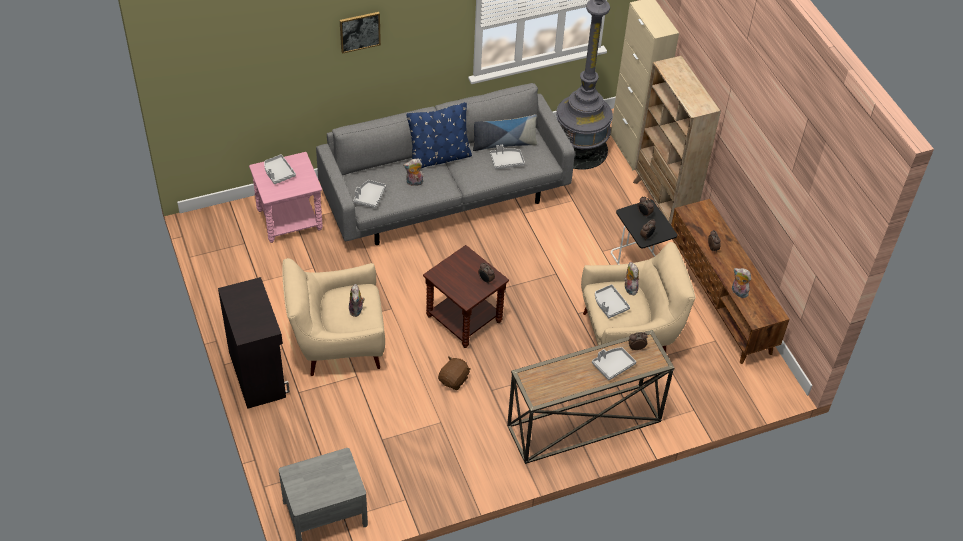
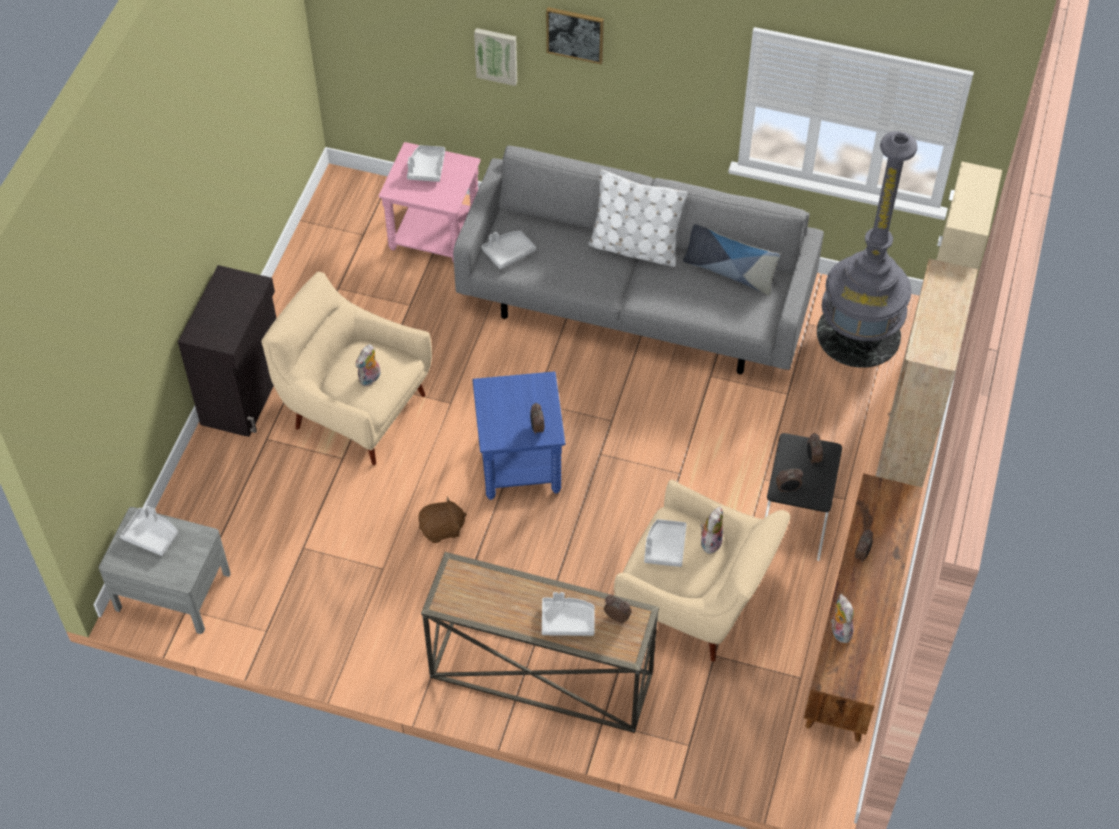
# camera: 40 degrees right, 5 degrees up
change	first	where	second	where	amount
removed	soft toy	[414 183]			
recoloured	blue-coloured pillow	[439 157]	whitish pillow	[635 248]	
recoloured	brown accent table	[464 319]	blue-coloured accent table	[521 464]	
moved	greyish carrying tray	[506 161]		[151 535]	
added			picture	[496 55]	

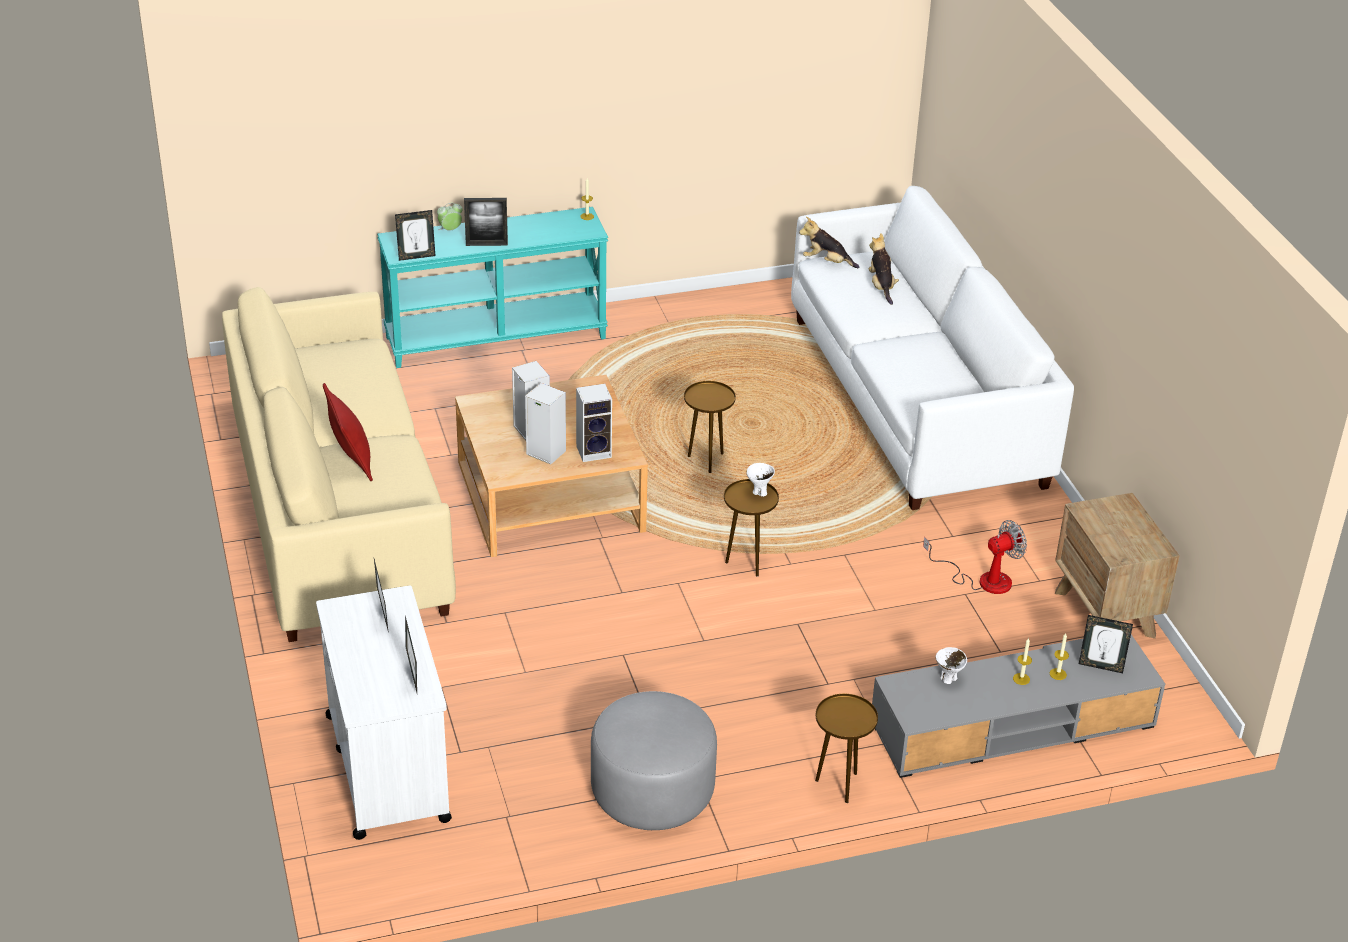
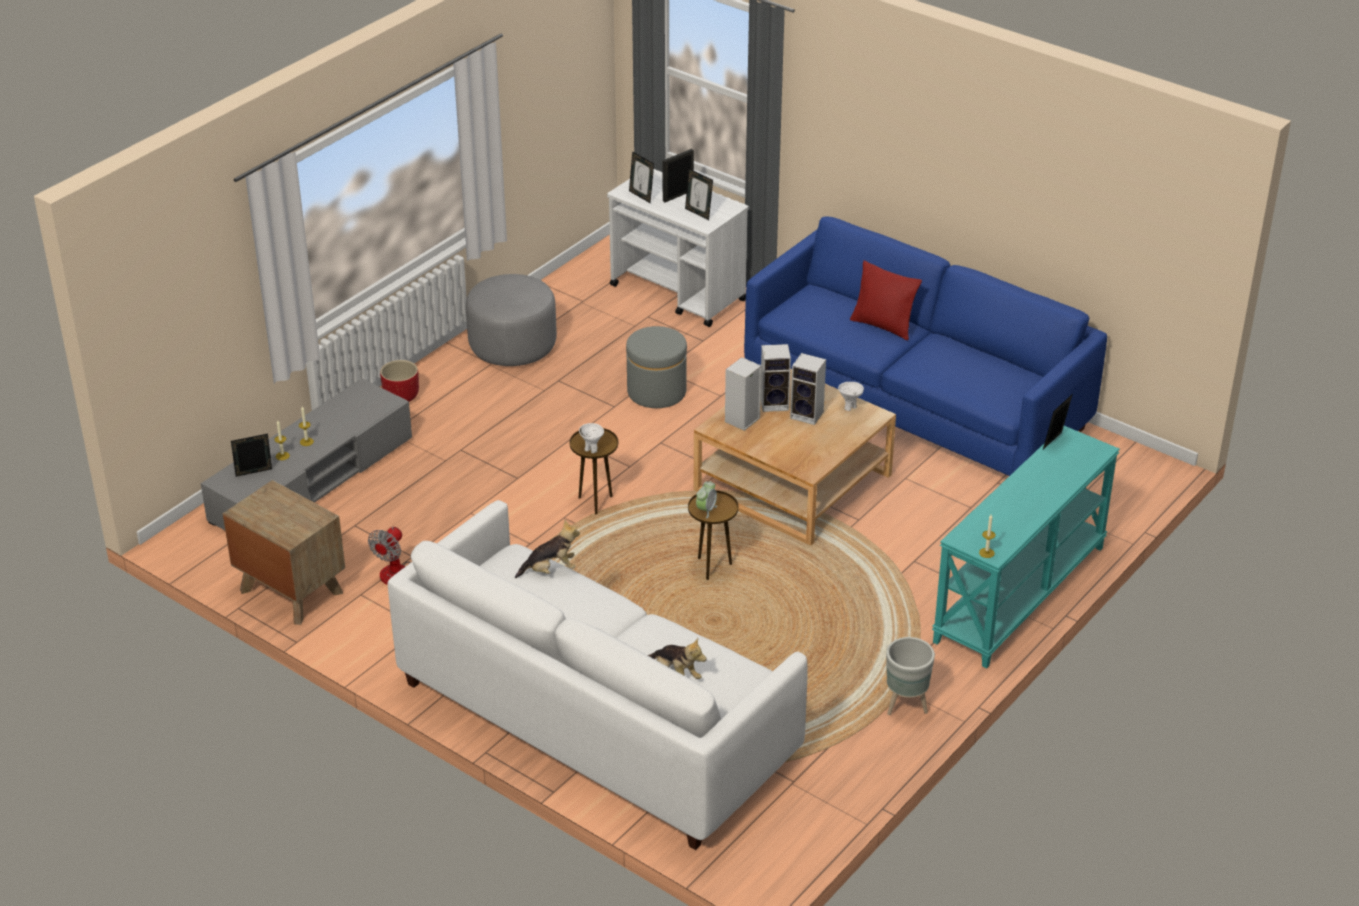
# camera: 145 degrees right, 0 degrees up
change	first	where	second	where	amount
recoloured	beige-coloured settee	[339 513]	blue-coloured settee	[916 403]	
moved	alarm clock	[450 230]		[706 510]	
moved	picture frame	[486 244]		[678 195]	
moved	soft toy	[826 262]		[550 570]	
replaced	brown accent table	[839 785]	reddish planter	[401 397]	
moved	whitish serving bowl	[948 679]		[850 407]	
added			greyish ottoman	[656 392]	
added			greyish planter	[906 706]	

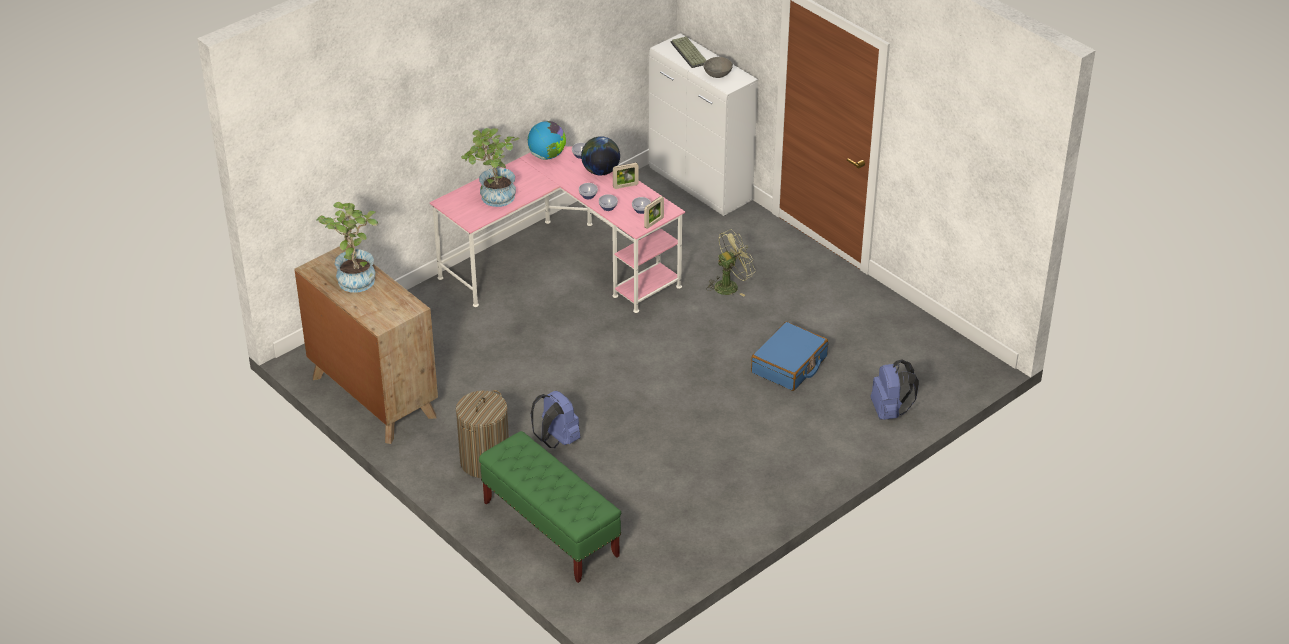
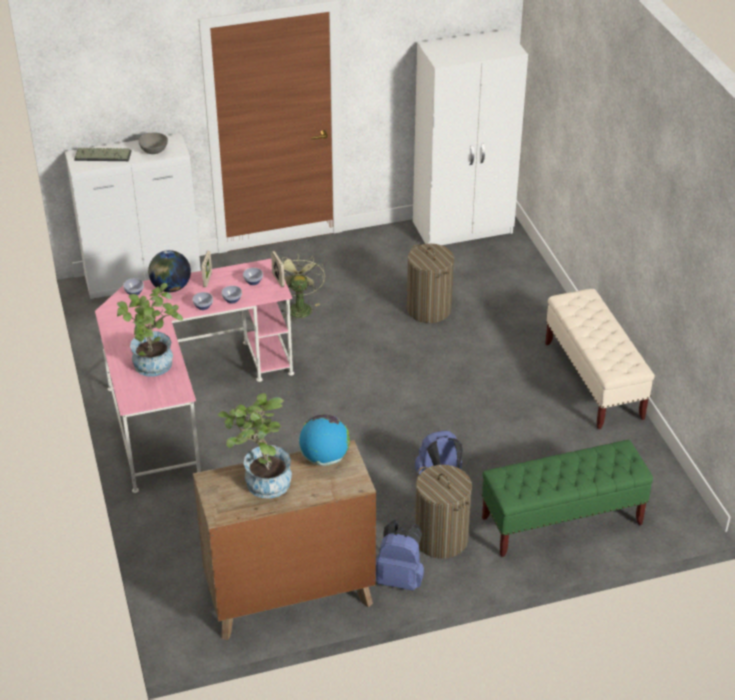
# camera: 65 degrees left, 0 degrees up
change	first	where	second	where	amount
moved	desk globe	[547 156]		[324 458]	
replaced	blue-coloured travel case	[789 365]	laundry basket	[428 309]	
moved	blue-coloured rucksack	[890 411]		[399 578]	
added			whitish clothes cupboard	[464 228]	
added			beige-coloured long seat	[593 381]	

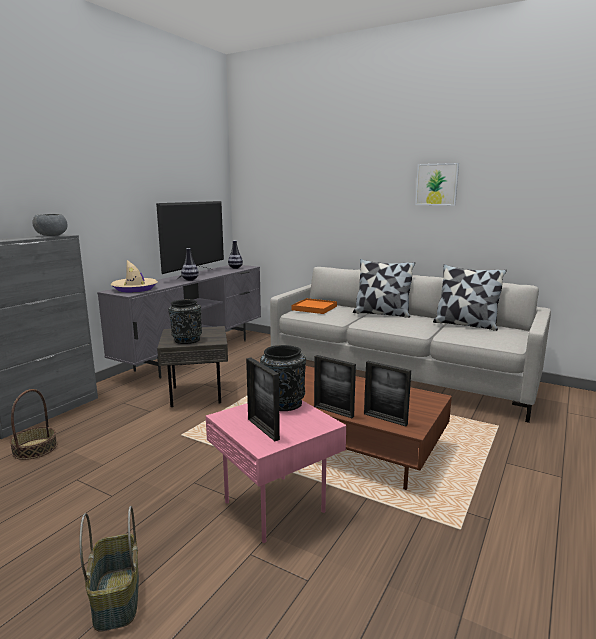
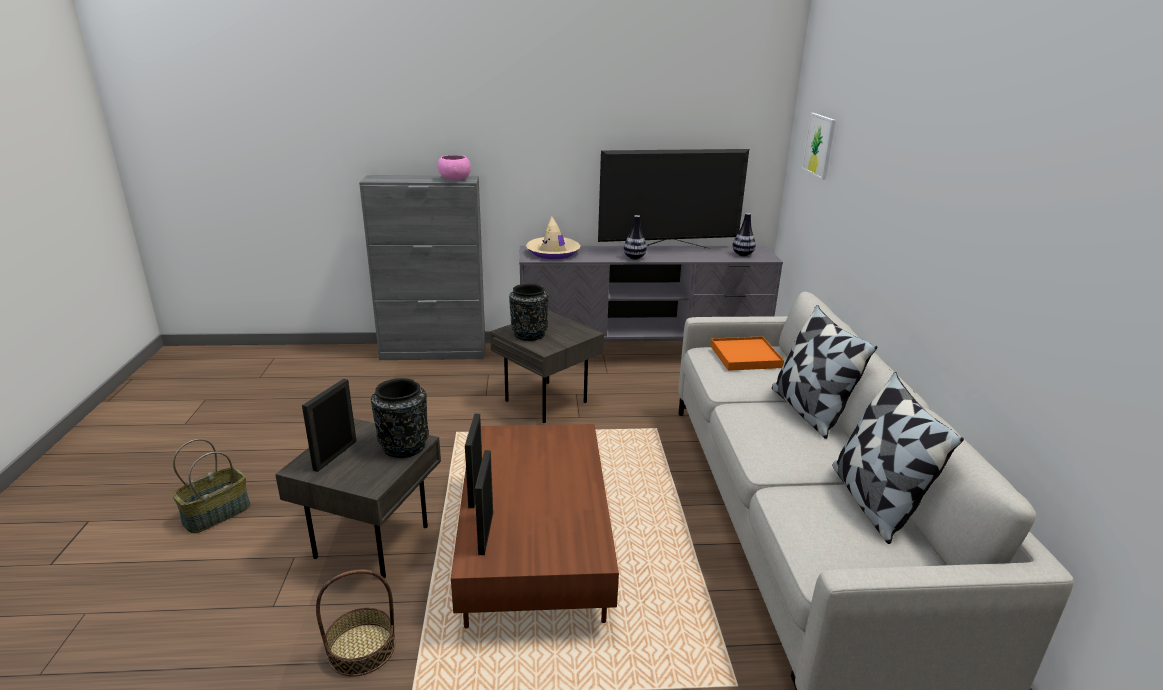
# camera: 55 degrees right, 10 degrees up
change	first	where	second	where	amount
moved	basket	[35 448]		[361 649]	
recoloured	greyish serving bowl	[51 236]	pink-coloured serving bowl	[454 179]	
recoloured	pink-coloured accent table	[277 507]	greyish accent table	[373 544]	
moved	picture	[436 184]		[819 145]	

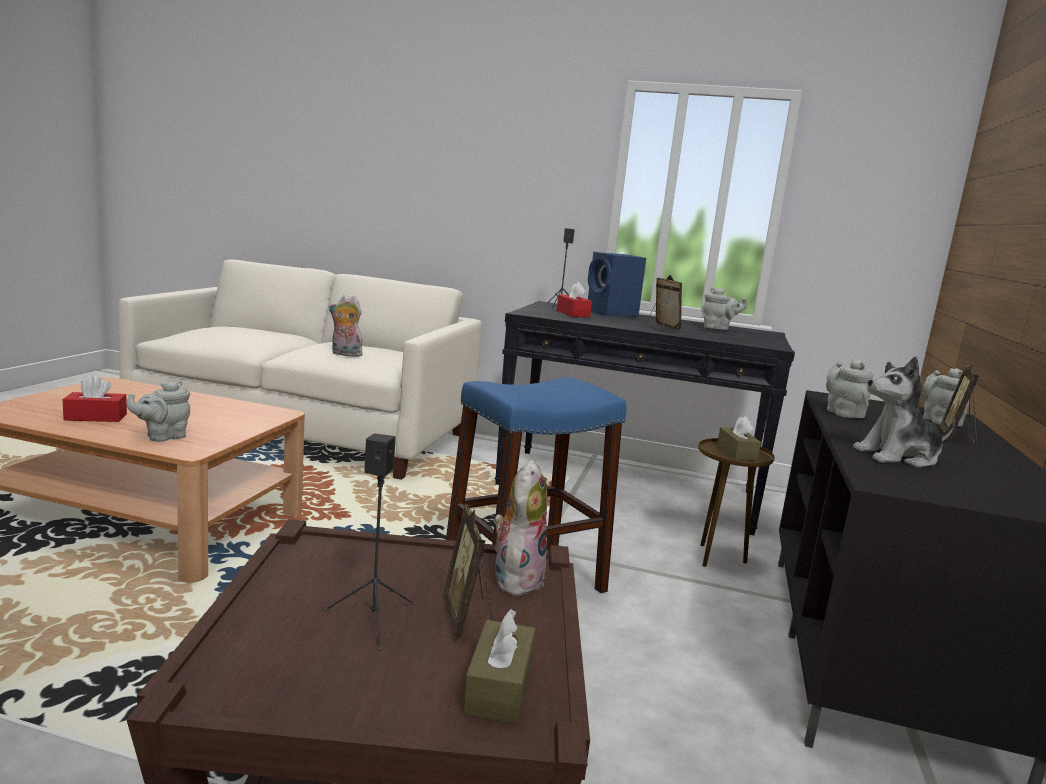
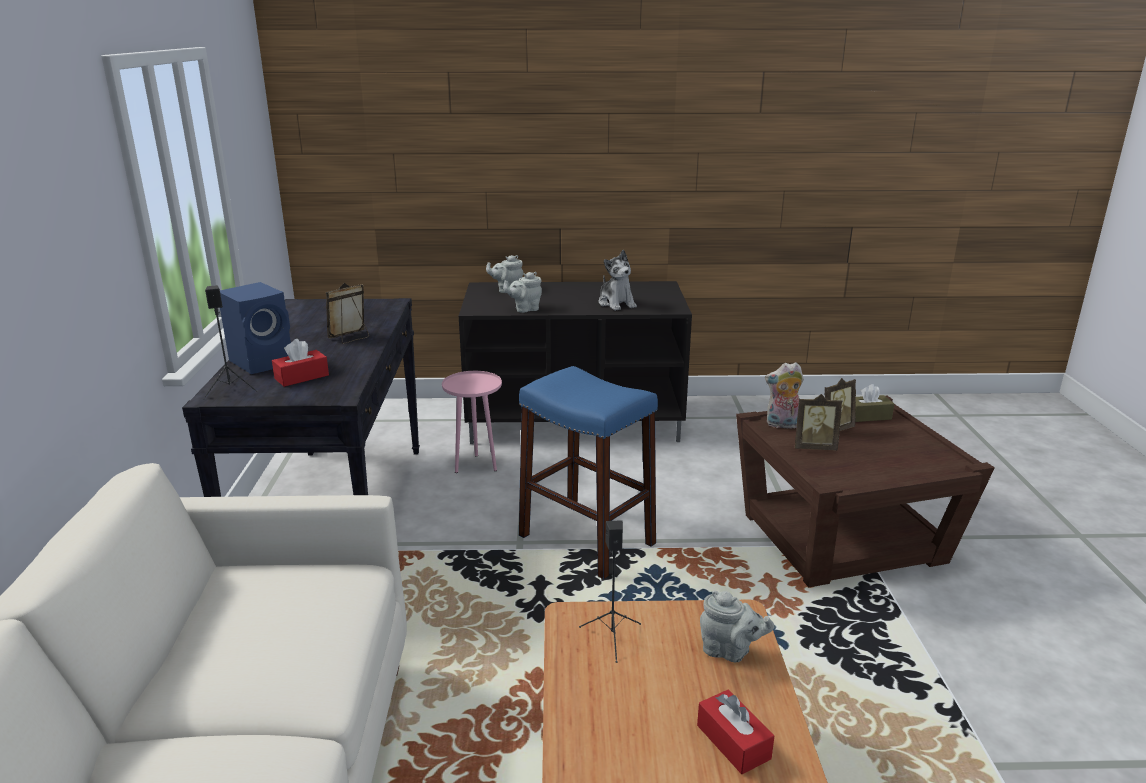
# camera: 105 degrees left, 10 degrees up
change	first	where	second	where	amount
moved	blackish loudspeaker	[373 620]		[611 637]	
removed	soft toy	[345 354]			
recoloured	brown accent table	[717 557]	pink-coloured accent table	[476 466]	
removed	greyish pot for tea	[718 329]			
removed	brown tissue holder	[736 453]			
moved	picture frame	[957 437]		[814 447]	

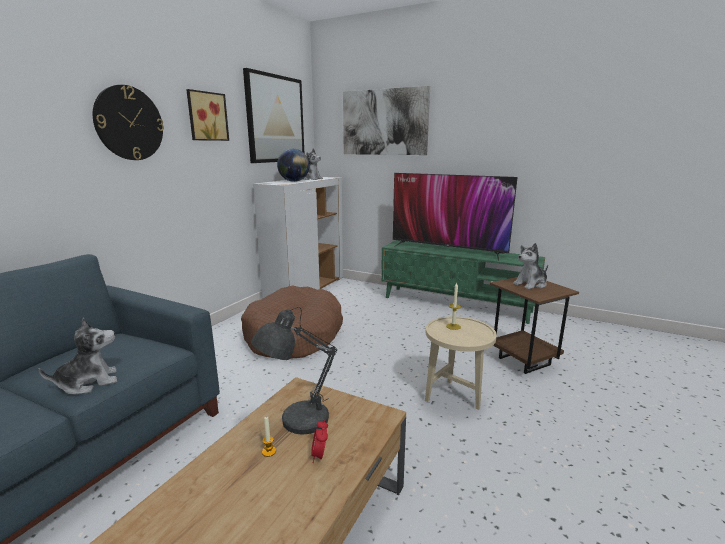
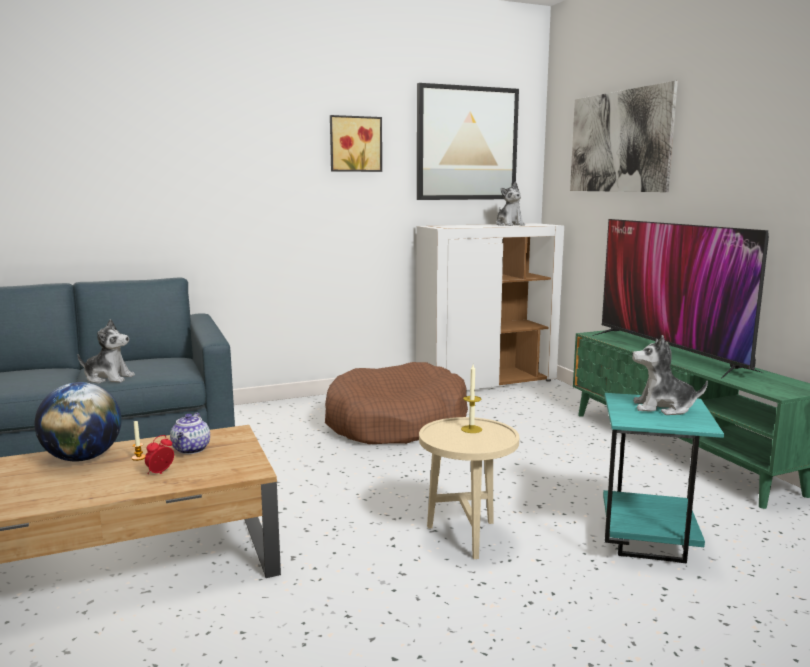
# camera: 40 degrees right, 5 degrees down
change	first	where	second	where	amount
removed	wall clock	[129 123]			
replaced	greyish lamp for a table	[299 420]	pot for tea	[191 450]	
moved	desk globe	[294 181]		[83 458]	
recoloured	brown accent table	[524 361]	blue-green accent table	[650 543]	

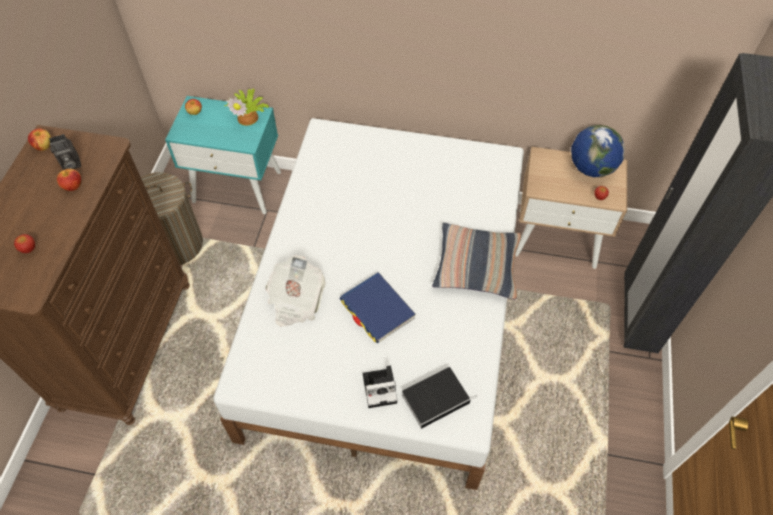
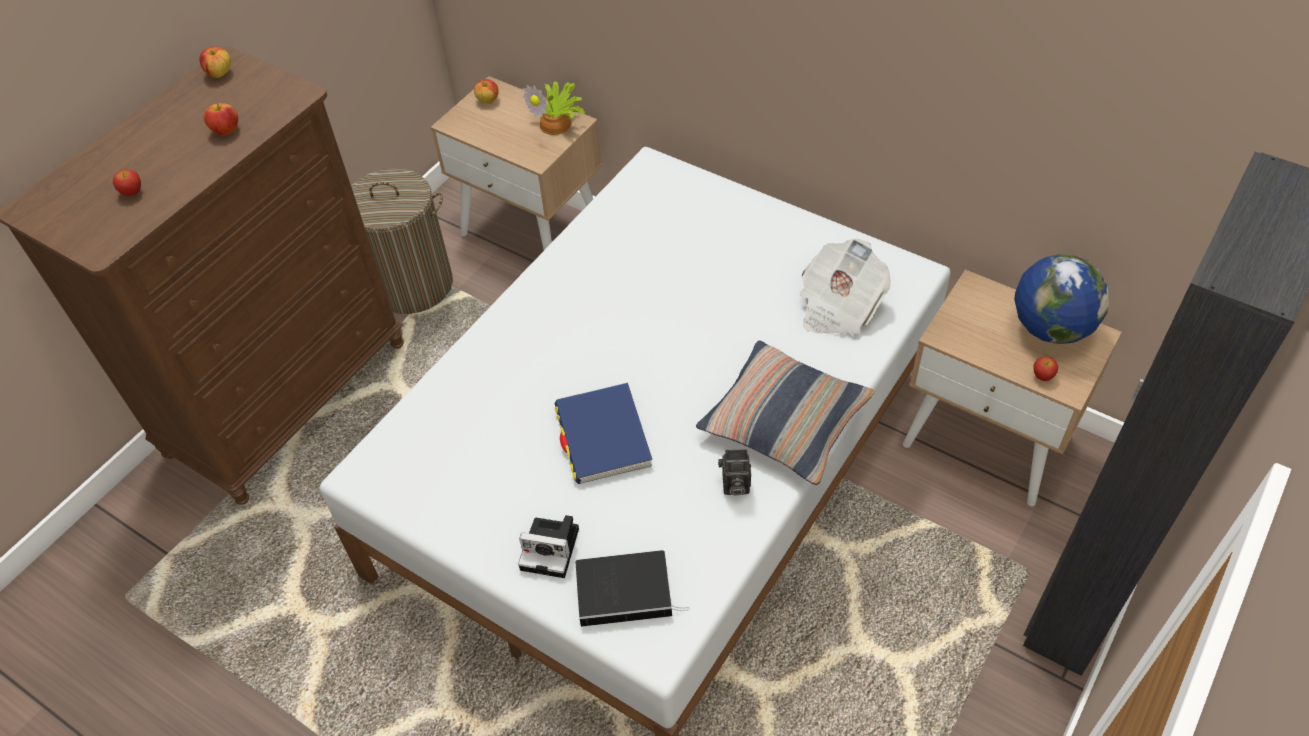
# camera: 25 degrees right, 5 degrees down
change	first	where	second	where	amount
moved	photo camera	[70 165]		[734 486]	
recoloured	blue-green night table	[237 186]	beige-coloured night table	[532 229]	
moved	printed paper	[295 301]		[838 306]	

